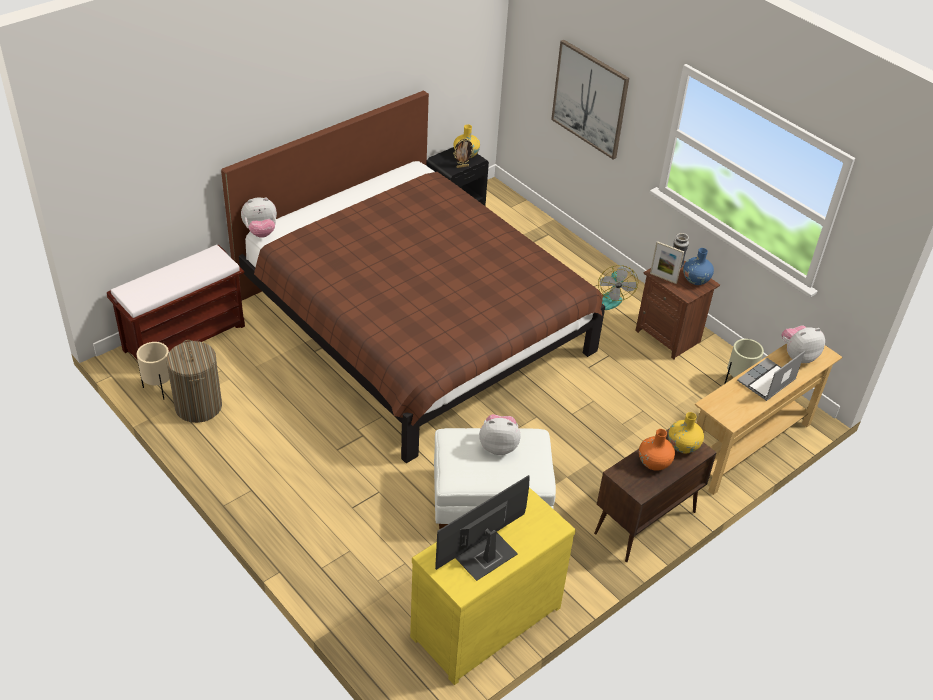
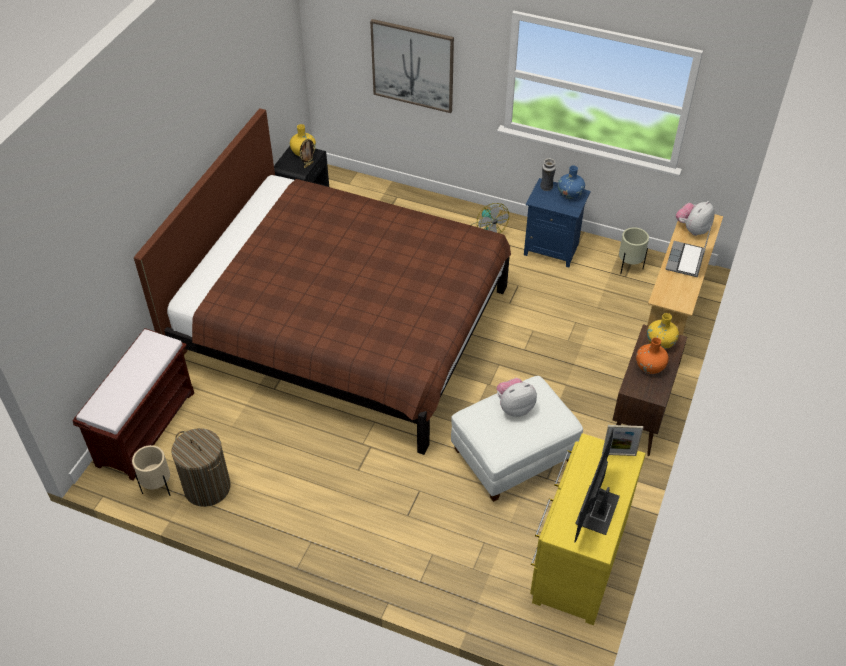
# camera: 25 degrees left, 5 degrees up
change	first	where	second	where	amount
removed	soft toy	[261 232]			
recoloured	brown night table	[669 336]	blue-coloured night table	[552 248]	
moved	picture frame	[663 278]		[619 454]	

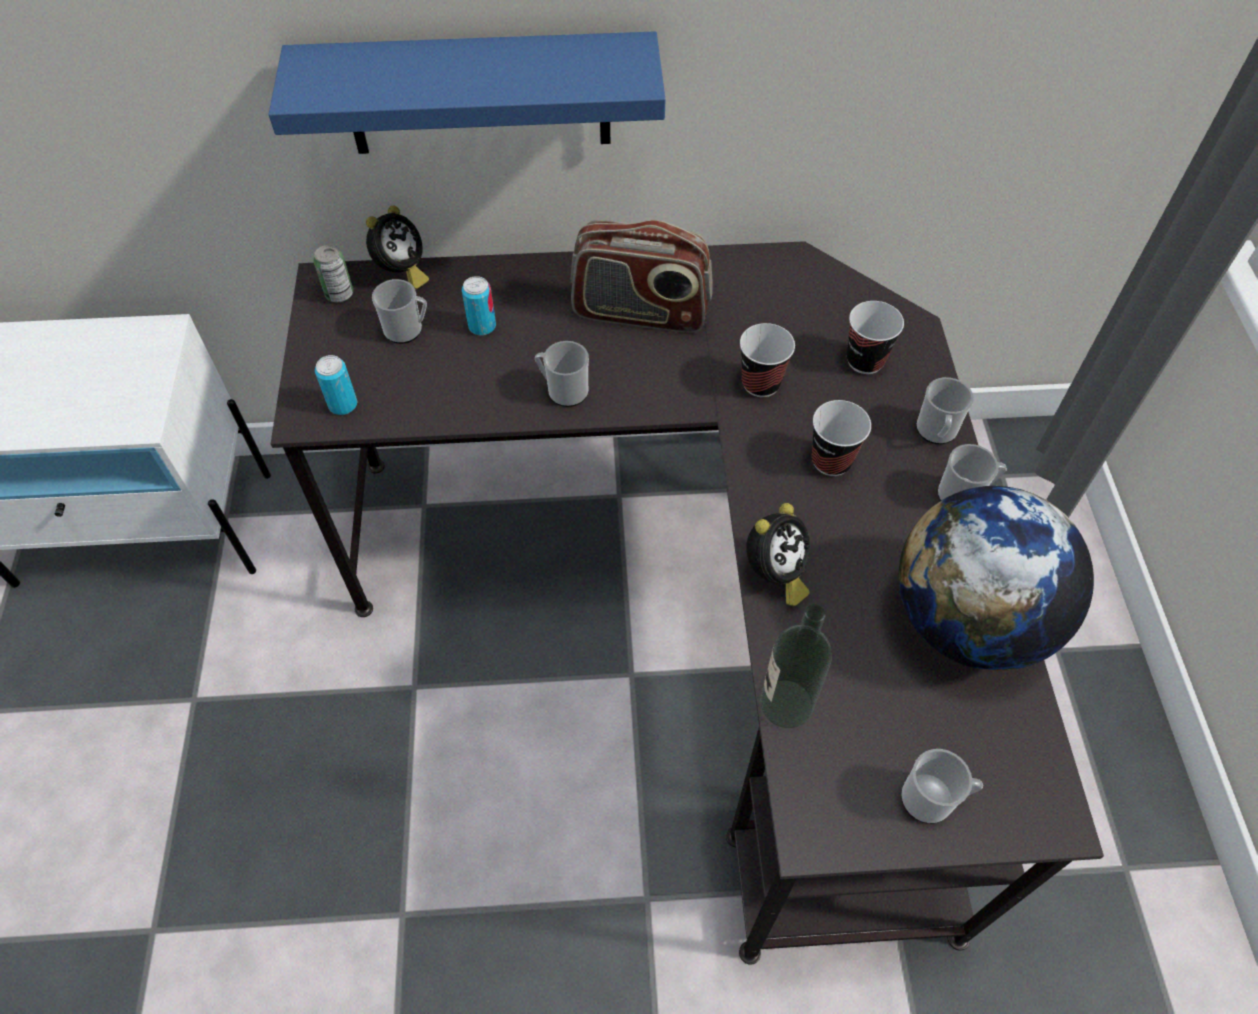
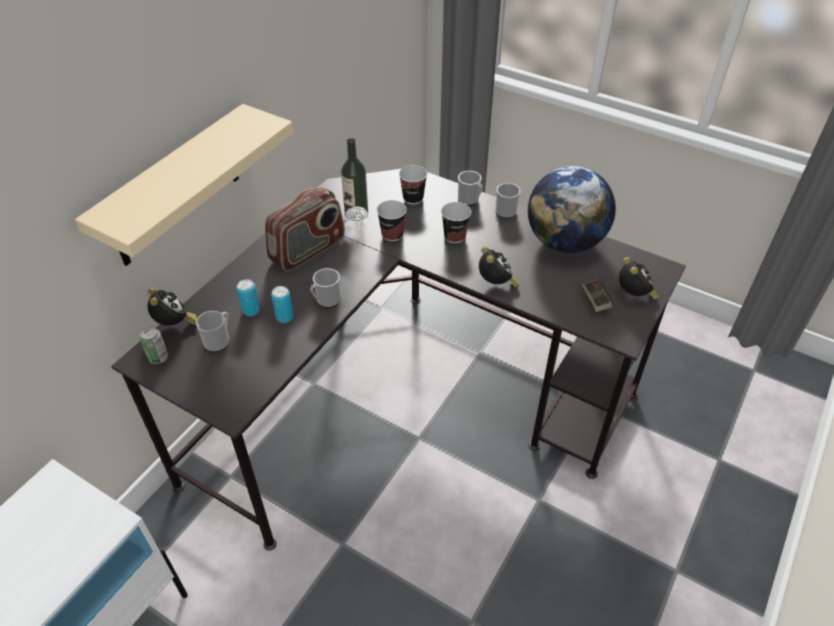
# camera: 55 degrees left, 10 degrees down
change	first	where	second	where	amount
recoloured	blue-coloured bracket shelf	[478 94]	beige-coloured bracket shelf	[175 188]	
moved	sealed can	[343 404]		[284 317]	
moved	bottle	[786 703]		[356 213]	
replaced	mug	[932 799]	alarm clock	[634 296]	
added			game controller	[595 301]	

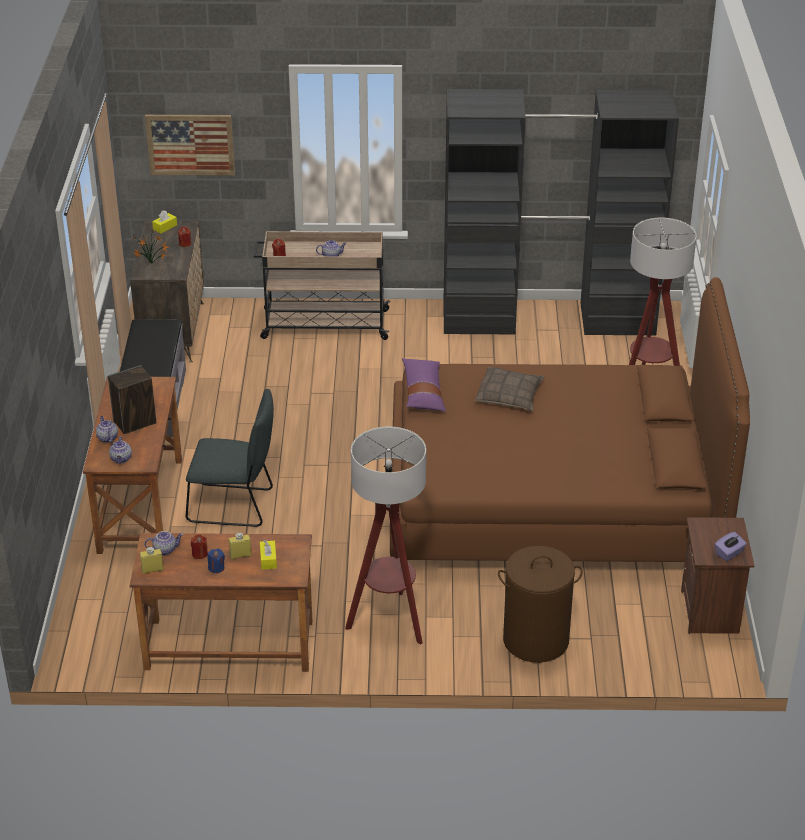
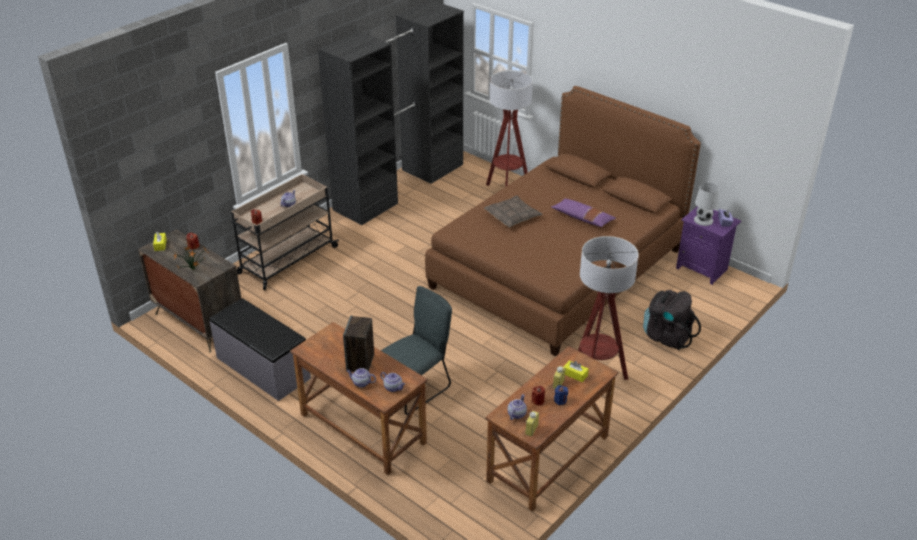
# camera: 50 degrees left, 0 degrees up
change	first	where	second	where	amount
removed	picture	[190 144]			
moved	purple-coloured pillow	[423 392]		[582 218]	
replaced	brown laundry basket	[535 640]	blackish rucksack	[667 336]	
recoloured	brown night table	[711 611]	purple-coloured night table	[702 268]	
added			whitish lamp for a table	[703 220]	

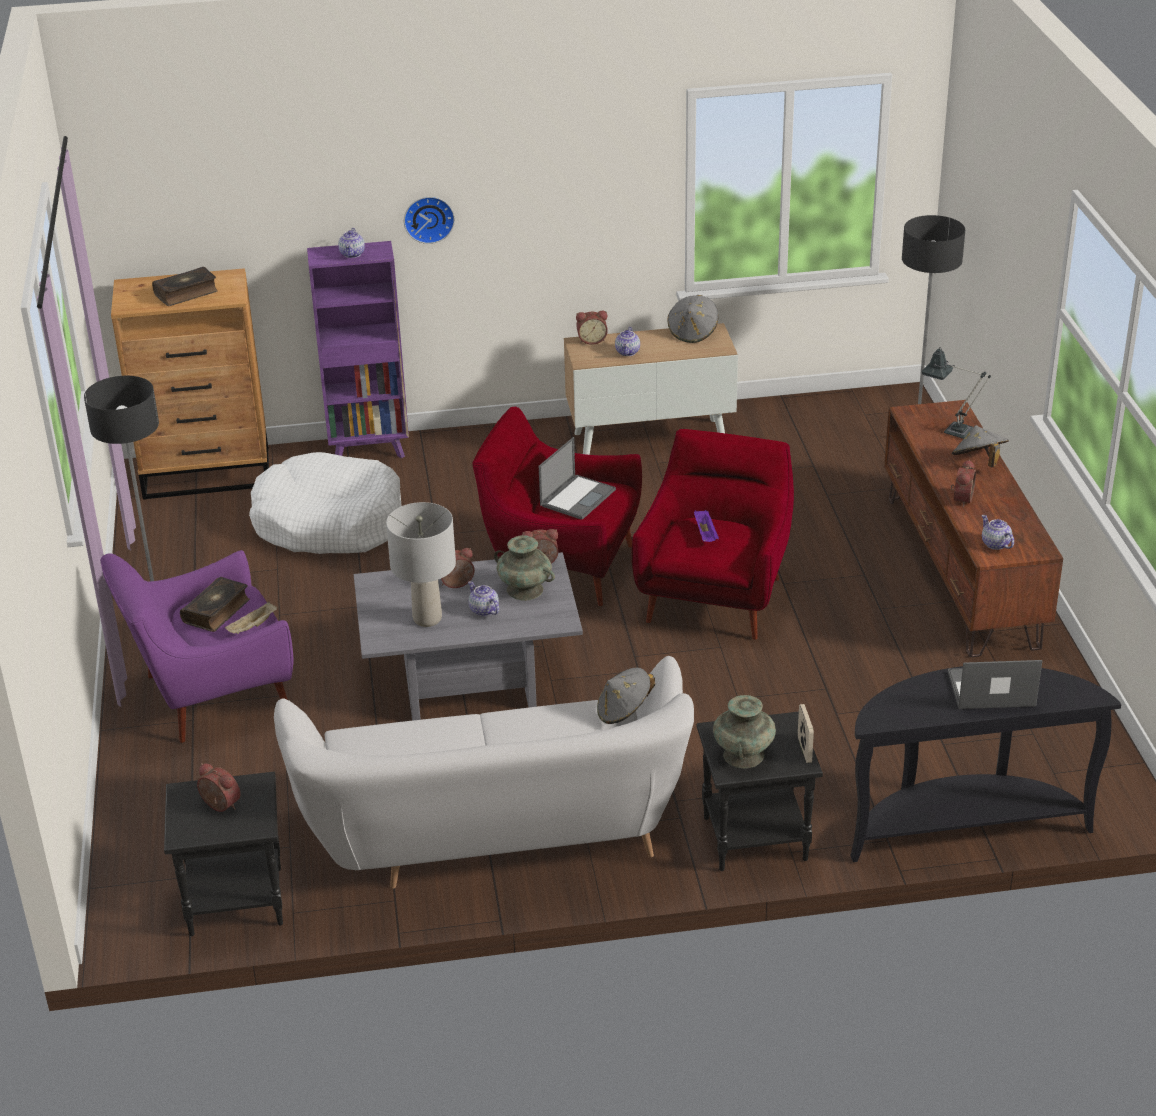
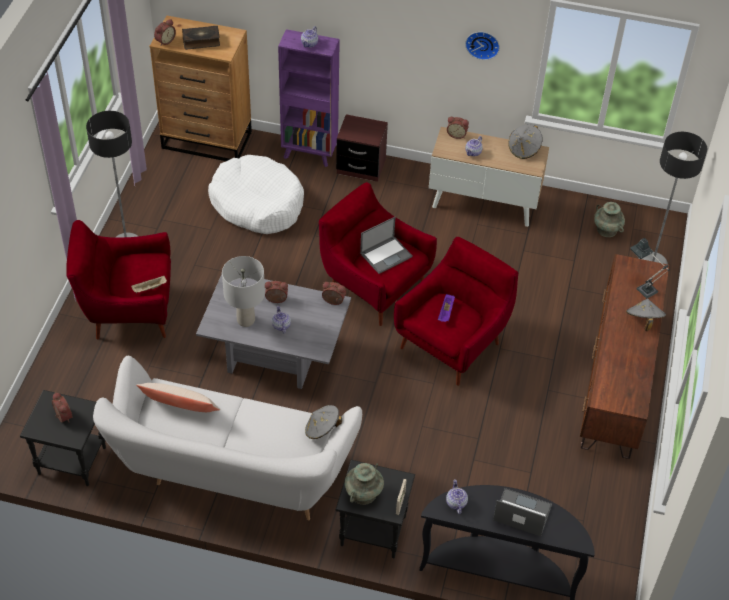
# camera: 20 degrees right, 15 degrees up
change	first	where	second	where	amount
recoloured	purple-coloured armchair	[209 695]	reddish armchair	[127 310]	
removed	volume	[217 611]			
moved	wall clock	[428 218]		[483 44]	
moved	blue-green vase	[525 590]		[607 230]	
moved	alarm clock	[961 499]		[164 41]	
moved	pot for tea	[995 544]		[455 502]	
added			beige-coloured pillow	[180 407]	
added			brown night table	[361 166]	

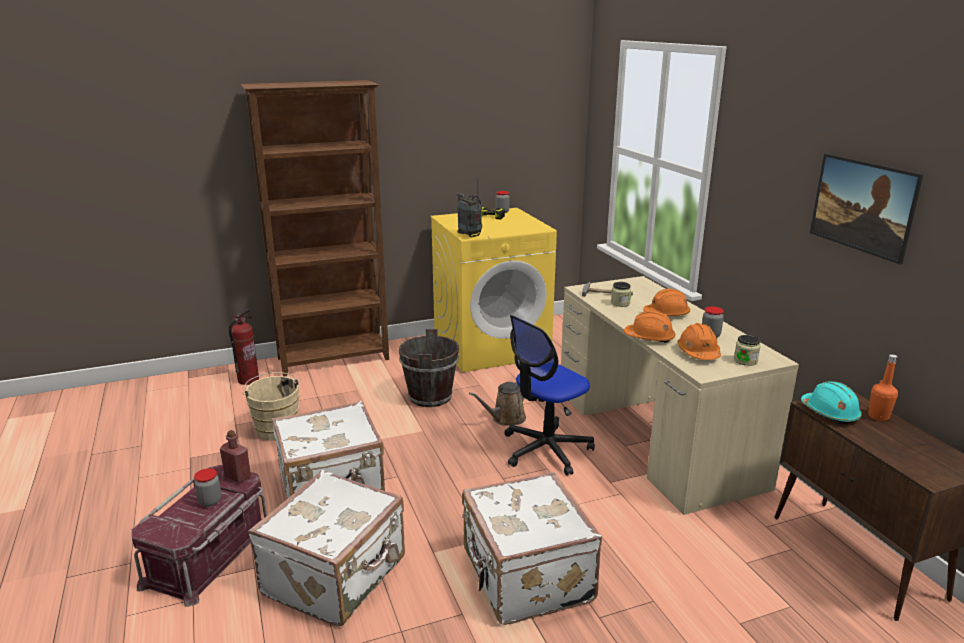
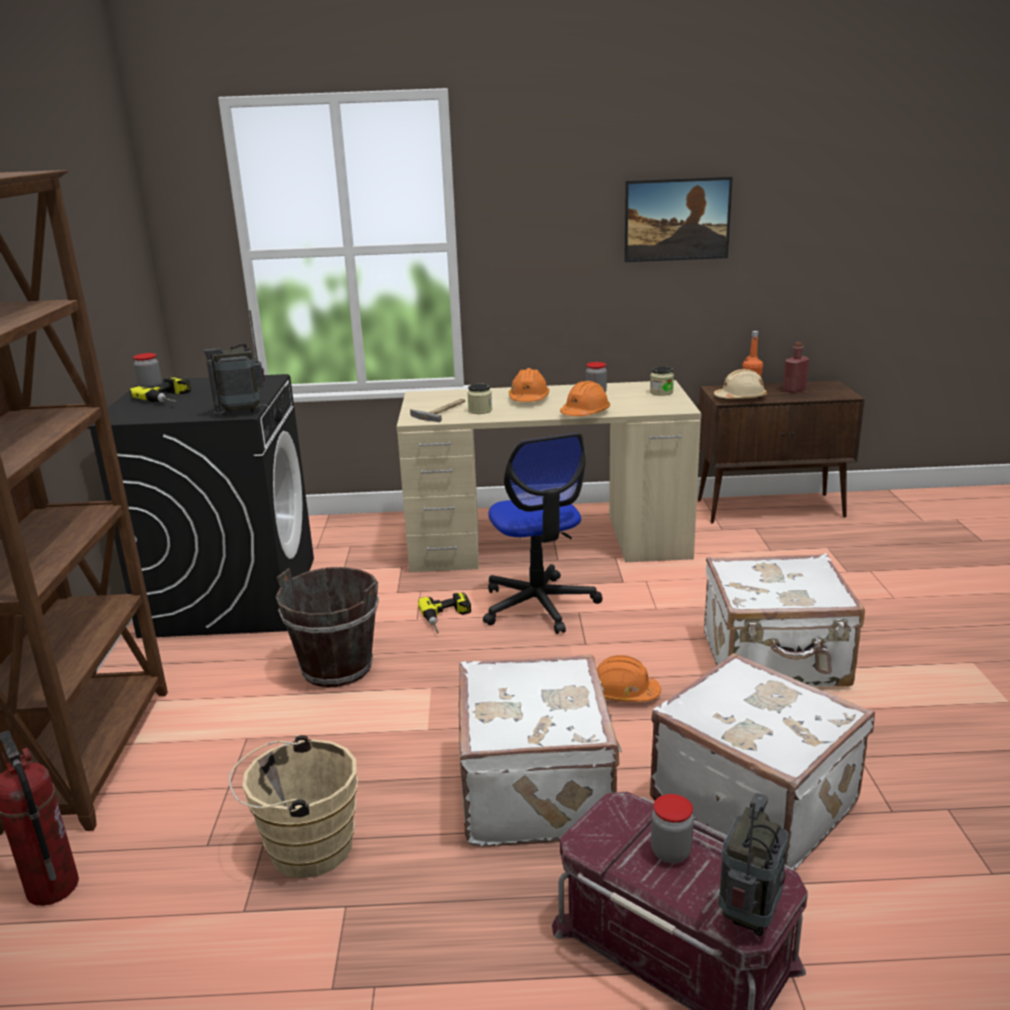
# camera: 70 degrees left, 0 degrees up
change	first	where	second	where	amount
moved	reddish bottle	[238 477]		[794 390]	
recoloured	yellow-coloured laundry appliance	[491 346]	blackish laundry appliance	[231 595]	
replaced	brown watering can	[506 419]	electric drill	[448 619]	
moved	orange work helmet	[698 353]		[623 693]	
recoloured	blue-green work helmet	[830 413]	beige-coloured work helmet	[740 398]	
added			radio set	[749 916]	

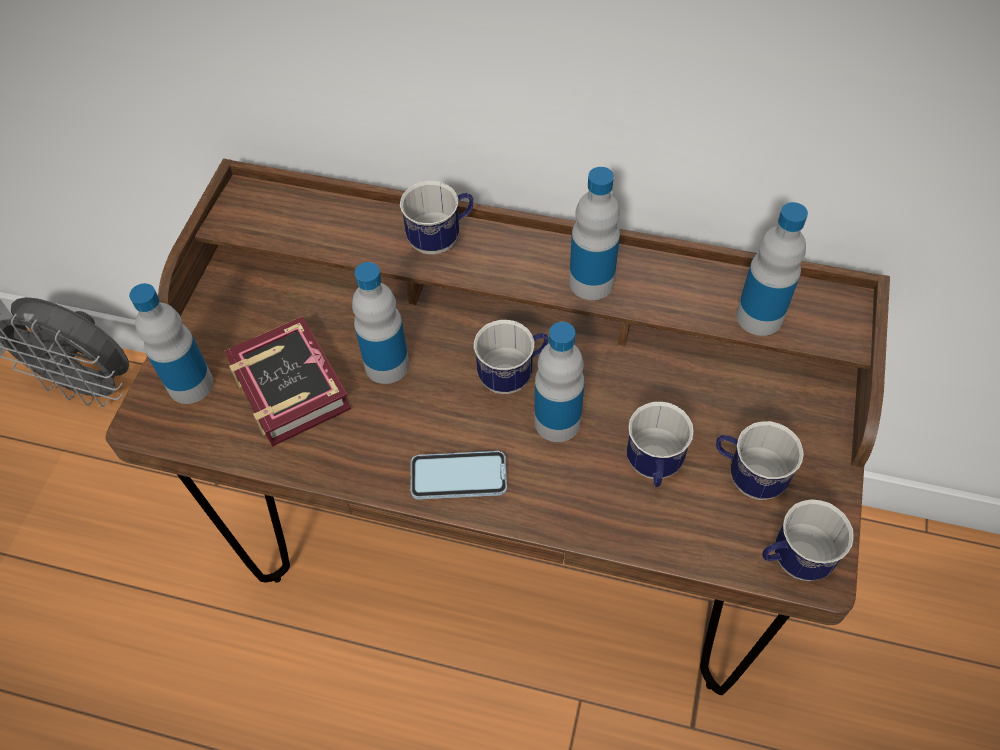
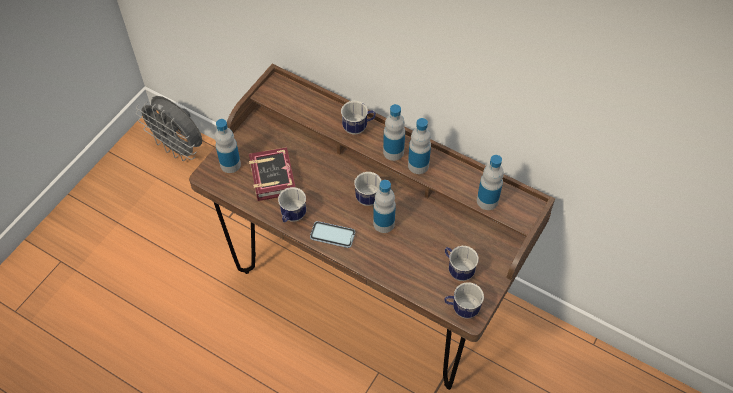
# camera: 15 degrees right, 0 degrees up
change	first	where	second	where	amount
moved	bottle	[387 365]		[393 152]	
moved	mug	[653 468]		[292 217]	

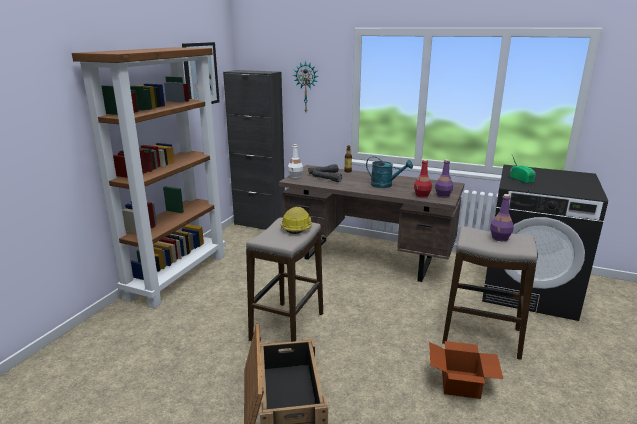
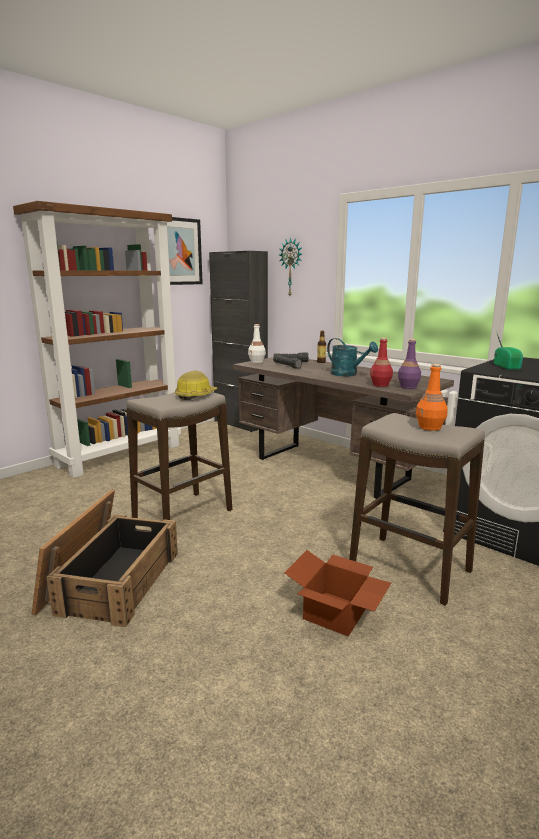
# camera: 20 degrees right, 5 degrees down
change	first	where	second	where	amount
recoloured	purple-coloured bottle	[500 238]	orange bottle	[430 427]	

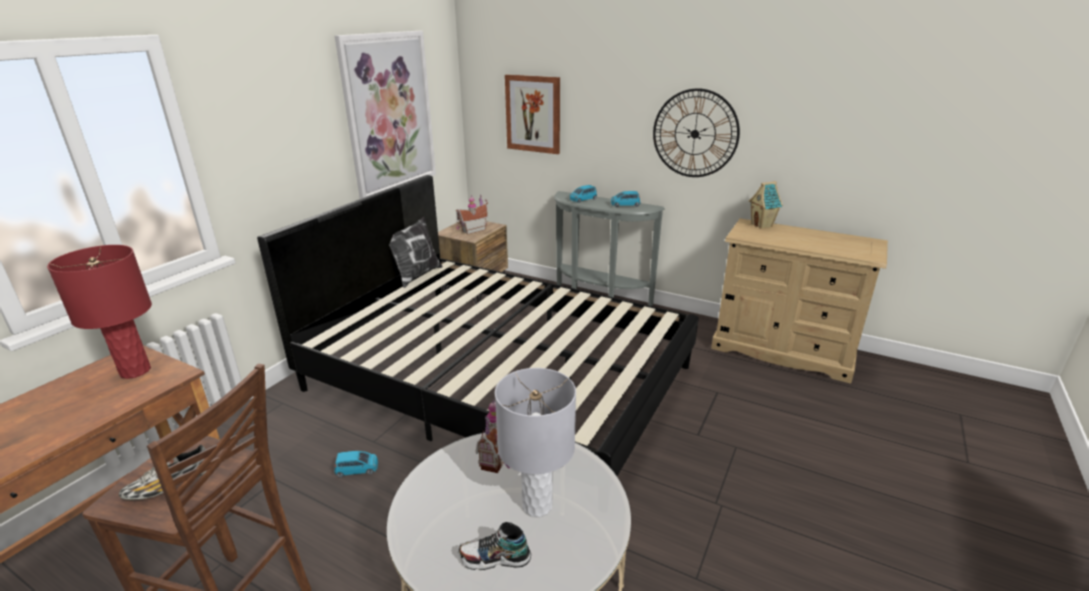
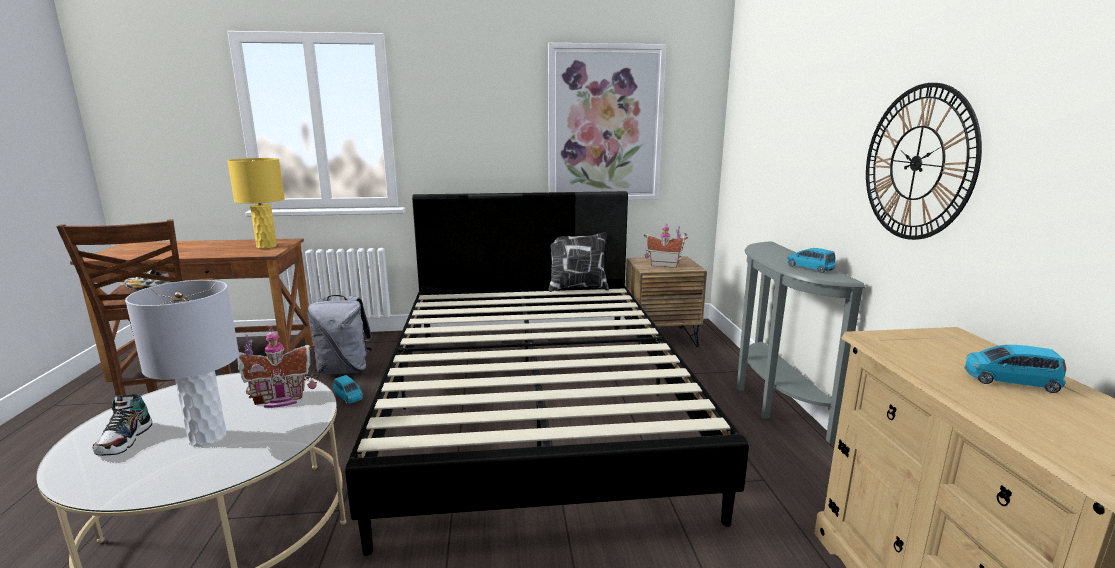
# camera: 55 degrees right, 10 degrees down
change	first	where	second	where	amount
recoloured	reddish lamp for a table	[135 371]	yellow-coloured lamp for a table	[266 246]	
turned	shoe	[495 559]		[125 440]	150 degrees counterclockwise
removed	picture	[533 114]			
moved	blue-coloured miniature car	[583 199]		[1010 381]	
removed	miniature house	[762 225]			
added			greyish rucksack	[345 370]	

